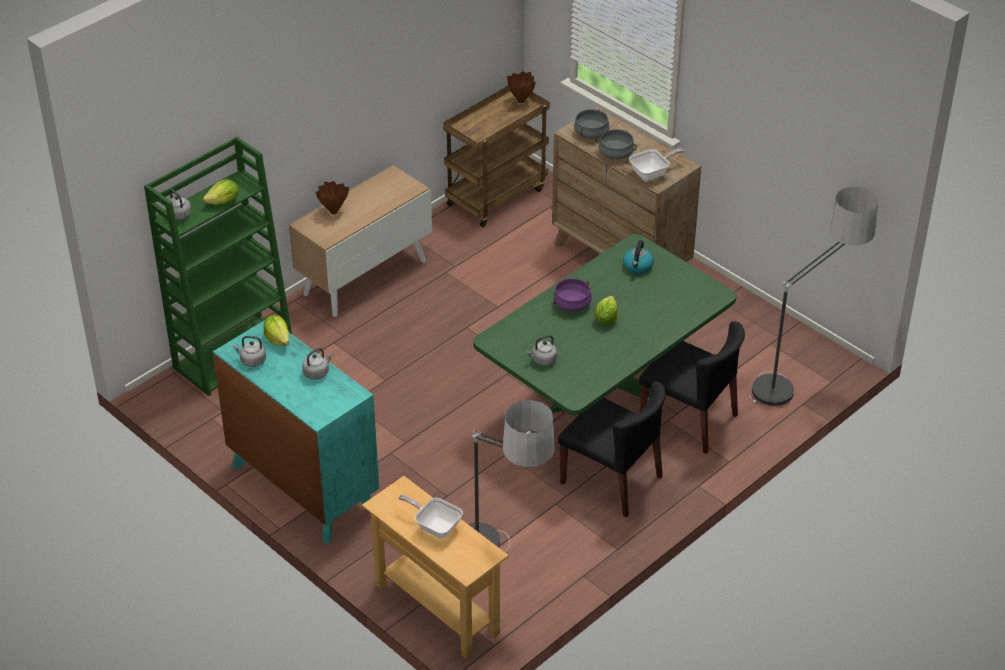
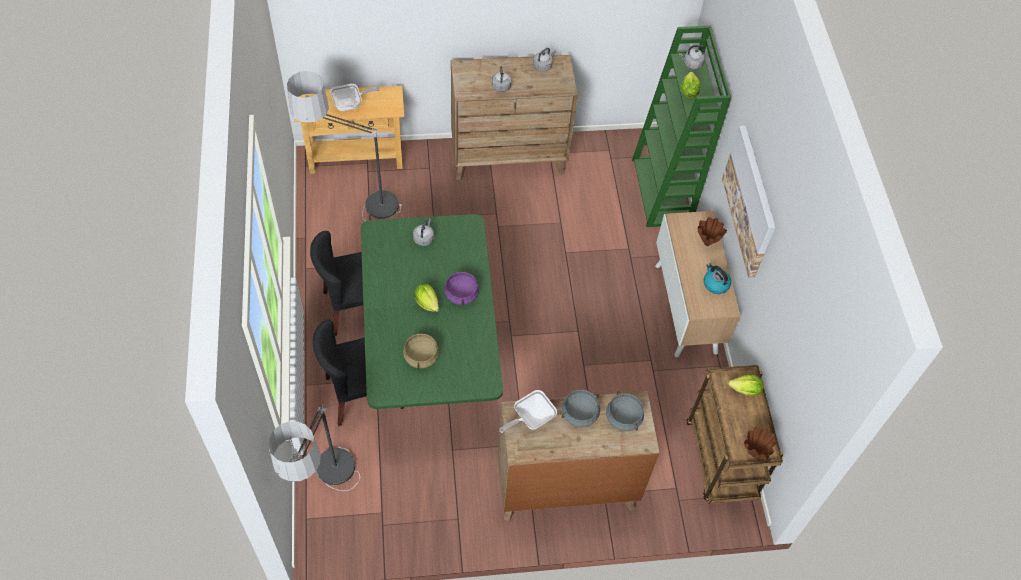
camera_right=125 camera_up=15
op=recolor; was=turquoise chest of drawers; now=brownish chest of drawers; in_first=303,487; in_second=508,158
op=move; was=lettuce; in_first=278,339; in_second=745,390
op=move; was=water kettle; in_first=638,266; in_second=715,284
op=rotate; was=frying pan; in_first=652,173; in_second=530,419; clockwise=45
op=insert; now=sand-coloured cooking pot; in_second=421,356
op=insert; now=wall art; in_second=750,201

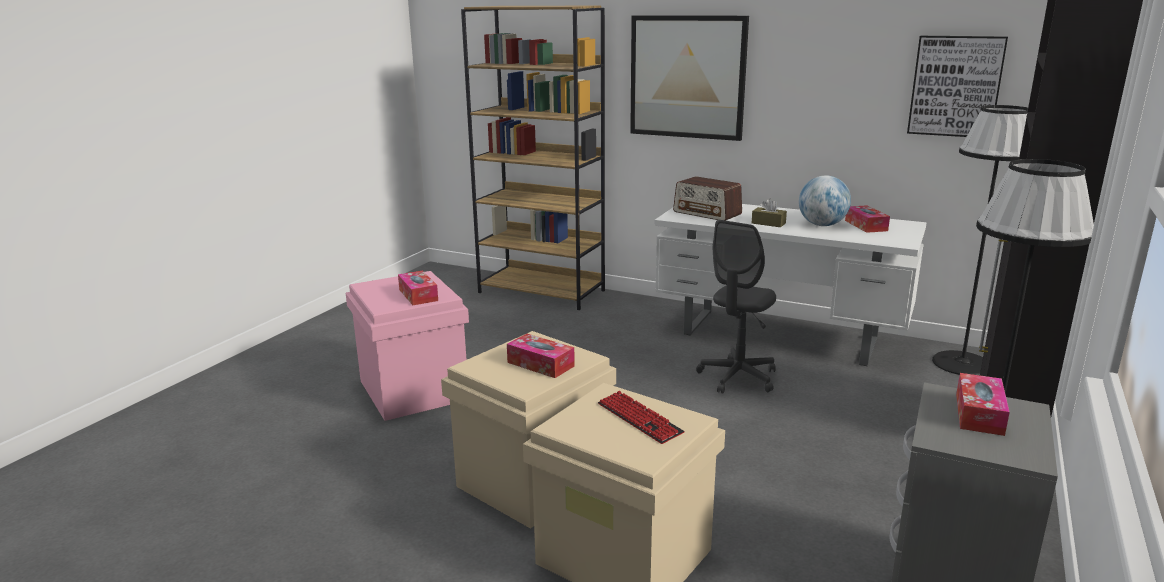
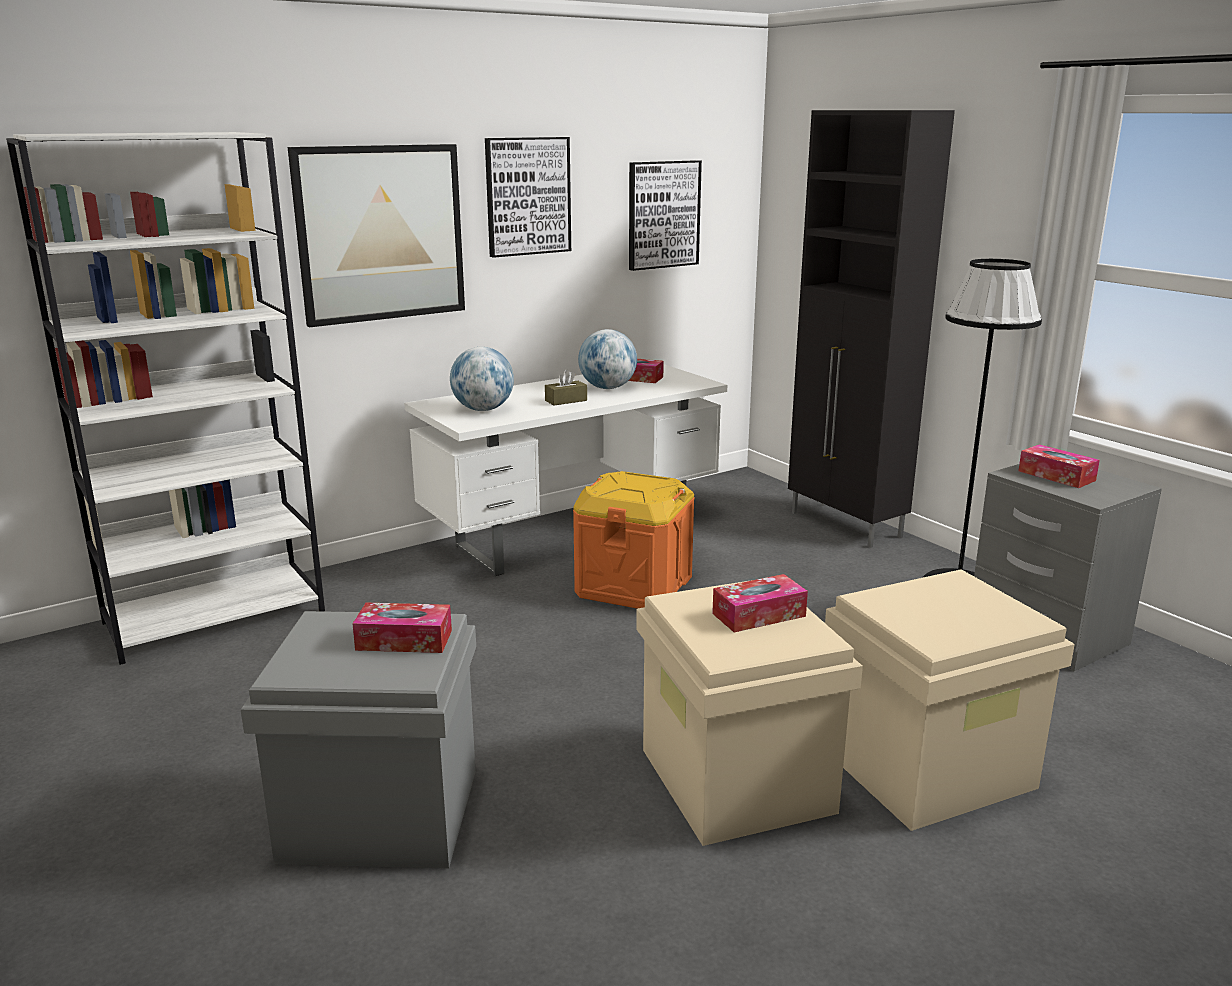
camera_right=-60 camera_up=0
op=recolor; was=pink storage container; now=greyish storage container; in_first=412,390; in_second=378,815
op=recolor; was=brownish bookcase; now=white bookcase; in_first=542,291; in_second=216,616
op=delete; was=computer keyboard; in_first=639,419
op=replace; was=radio; now=world globe; in_first=707,213; in_second=483,409
op=replace; was=greyish desk chair; now=orangey storage container; in_first=738,377; in_second=634,586
op=delete; was=black-coloured standing lamp; in_first=961,363
op=insert; now=wall art; in_second=527,196

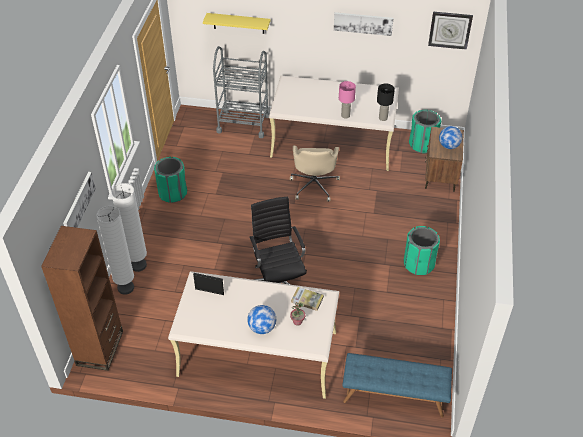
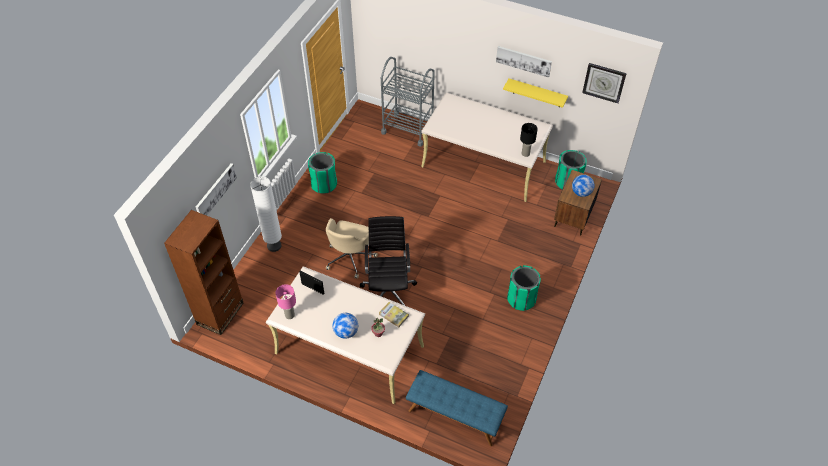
camera_right=15 camera_up=5
op=delete; was=white standing lamp; in_first=126,288
op=move; was=yellow bracket shelf; in_first=238,23; in_second=537,93
op=move; was=sand-coloured desk chair; in_first=314,185; in_second=350,257
op=move; was=pink tabletop lamp; in_first=345,115; in_second=290,315

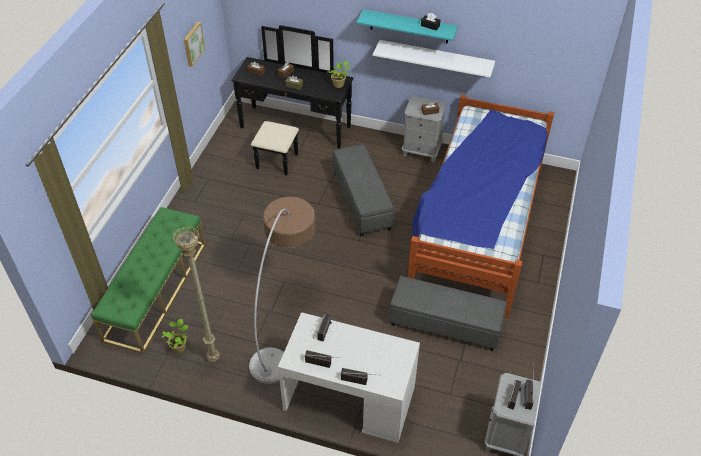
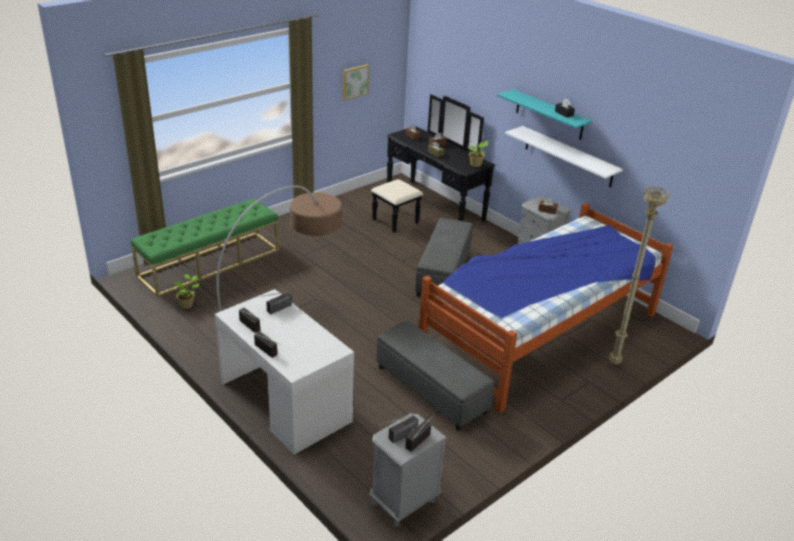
camera_right=30 camera_up=-15
op=move; was=sand-coloured standing lamp; in_first=213,358; in_second=614,362

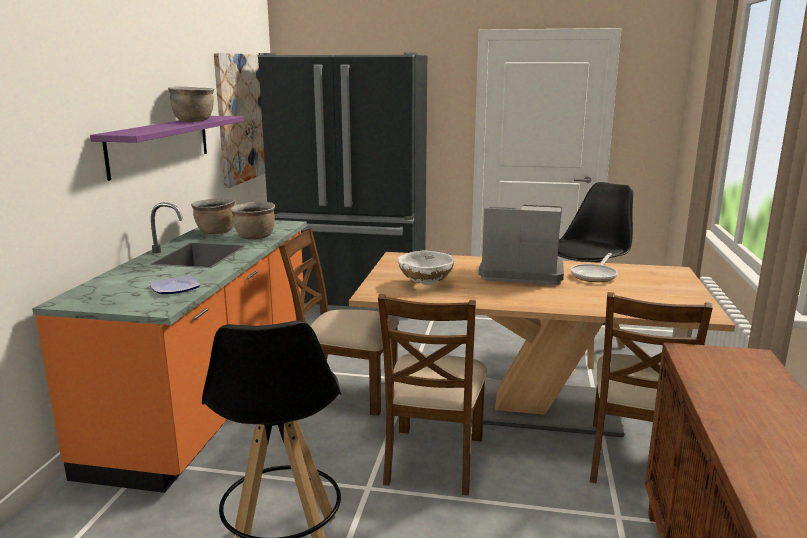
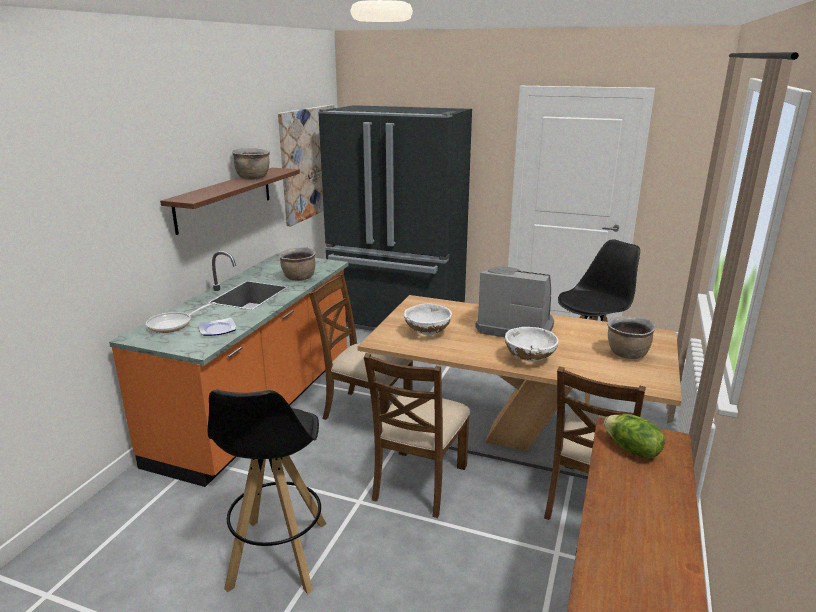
camera_right=10 camera_up=5
op=recolor; was=purplish bracket shelf; now=brownish bracket shelf; in_first=160,144; in_second=225,198
op=move; was=brownish cooking pot; in_first=215,232; in_second=627,354
op=move; was=frying pan; in_first=595,275; in_second=173,324
op=insert; now=white bowl; in_second=529,360
op=insert; now=lettuce; in_second=631,450

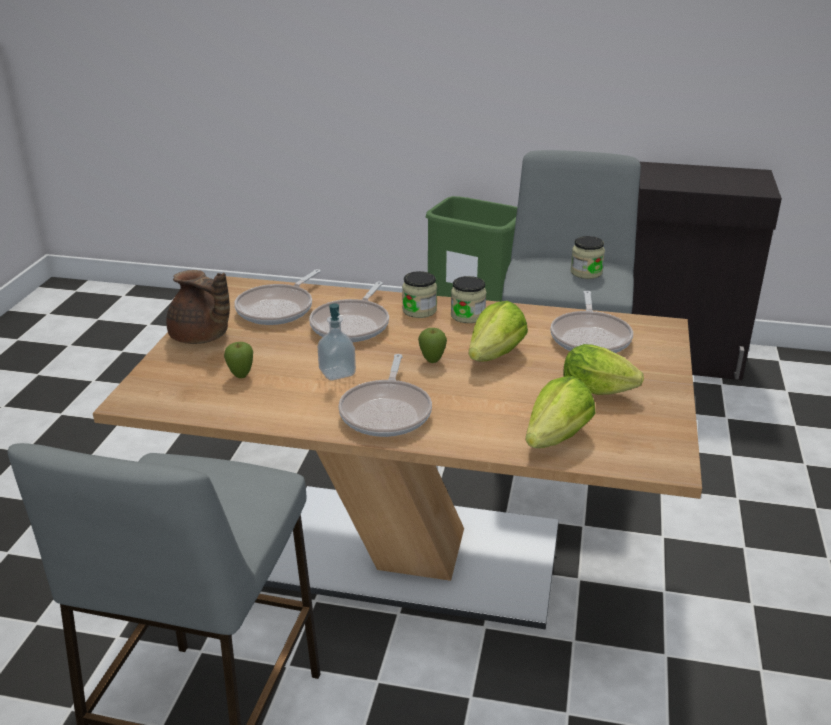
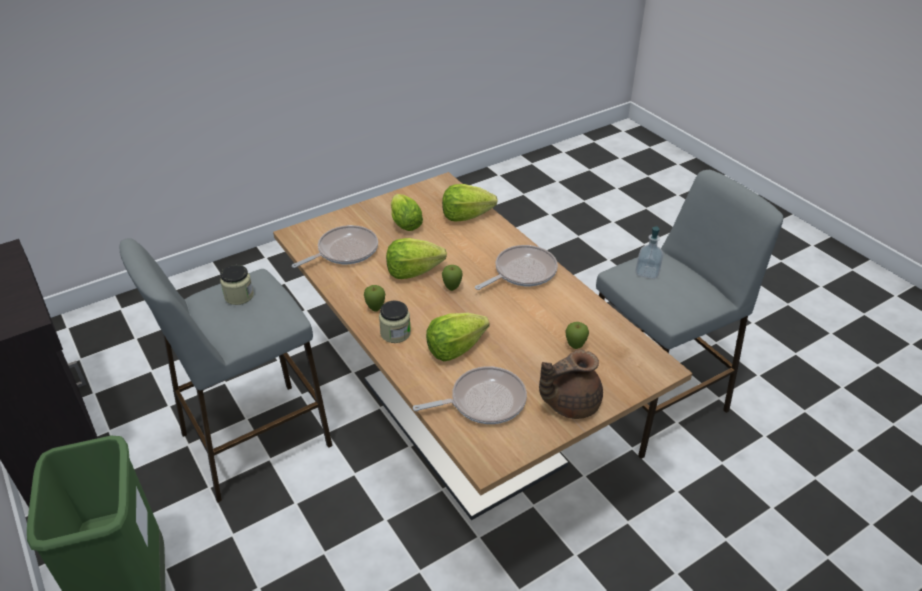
camera_right=-135 camera_up=10
op=rotate; was=brownish teapot; in_first=201,338; in_second=569,403; clockwise=-105
op=replace; was=frying pan; now=lettuce; in_first=352,325; in_second=455,348
op=move; was=soap bottle; in_first=337,372; in_second=647,272
op=replace; was=storage jar; now=whole apple; in_first=467,315; in_second=375,309

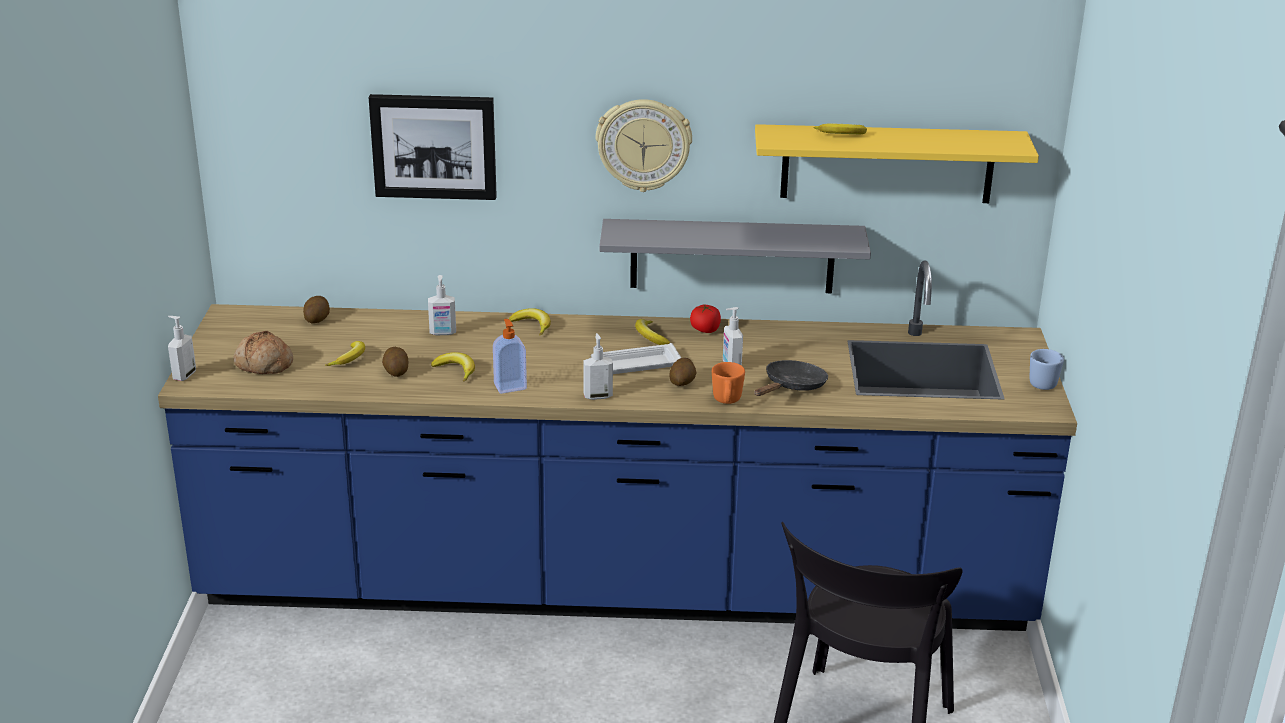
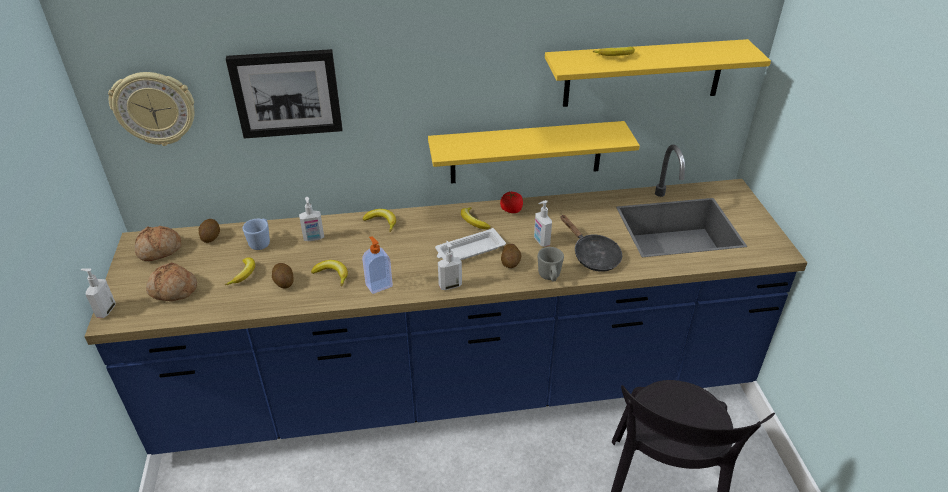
camera_right=-10 camera_up=10
op=move; was=wall clock; in_first=643,144; in_second=154,108
op=recolor; was=greyish bracket shelf; now=yellow bracket shelf; in_first=732,256; in_second=526,152
op=recolor; was=orangey tea mug; now=greyish tea mug; in_first=727,401; in_second=550,277
op=rotate; was=black-coloured frying pan; in_first=792,387; in_second=593,256; clockwise=120
op=move; was=bluish tea mug; in_first=1043,382; in_second=261,242
op=insert; now=bread; in_second=159,250

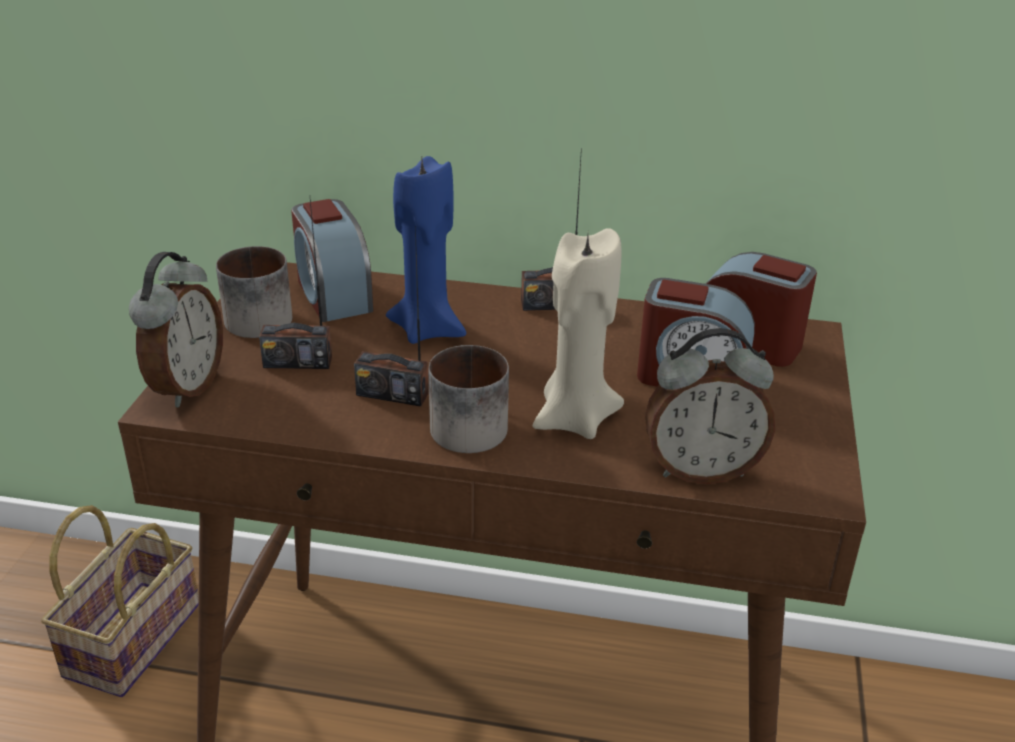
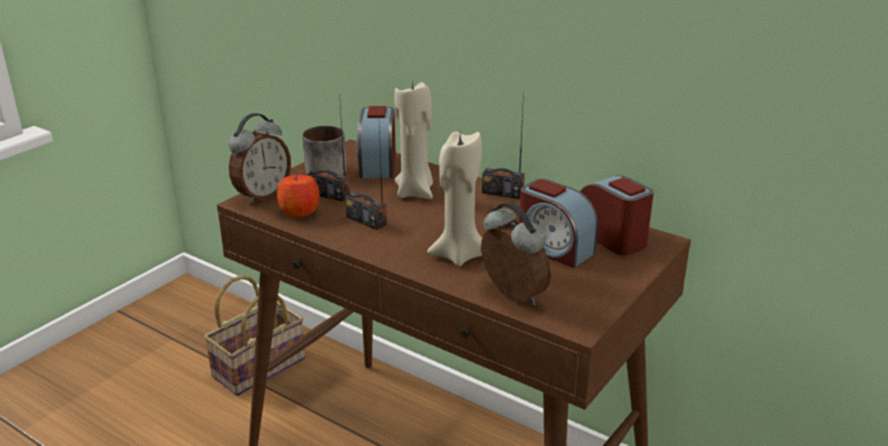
camera_right=25 camera_up=-5
op=recolor; was=bluish wax candle; now=sand-coloured wax candle; in_first=427,329; in_second=415,192
op=delete; was=tea mug; in_first=465,423
op=rotate; was=alarm clock; in_first=701,470; in_second=511,297; clockwise=-150
op=insert; now=whole apple; in_second=299,212

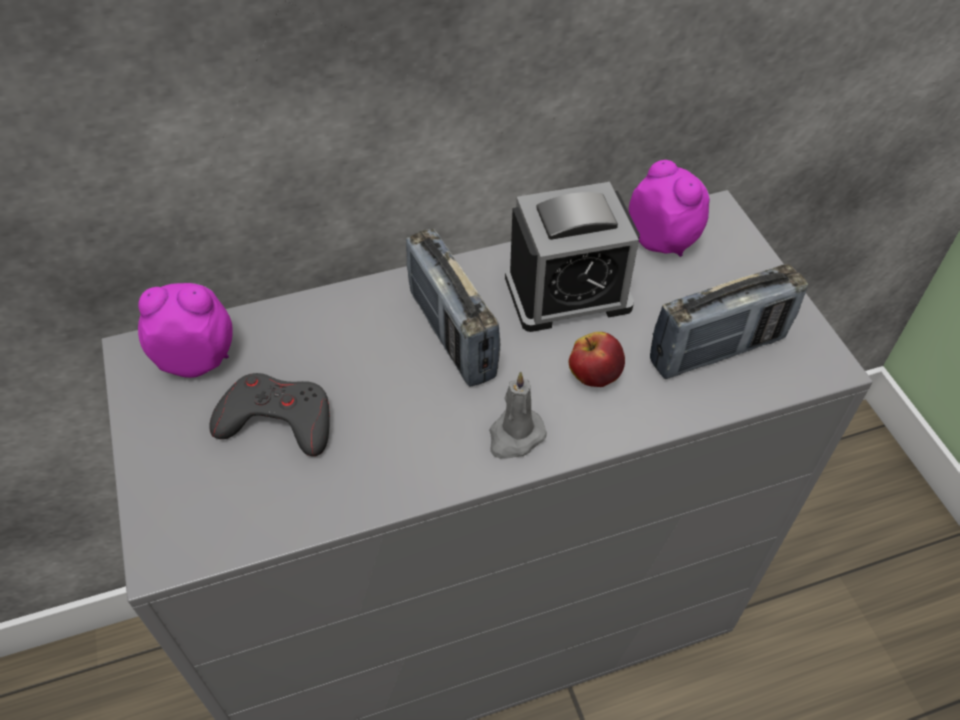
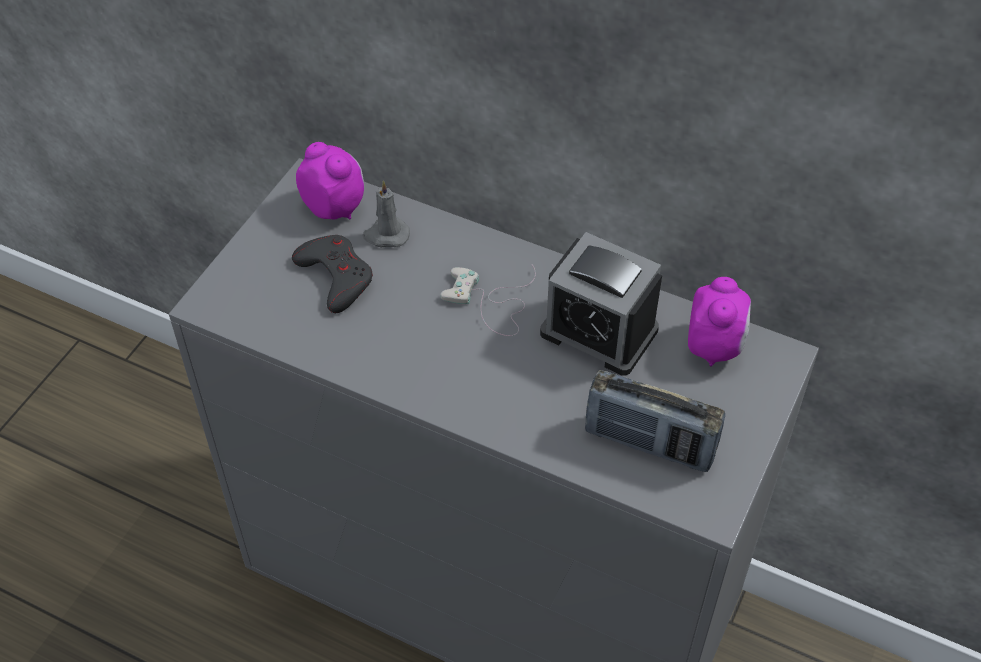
camera_right=45 camera_up=0
op=replace; was=radio; now=white gamepad; in_first=452,335; in_second=491,302
op=move; was=greyish wax candle; in_first=515,436; in_second=386,235
op=delete; was=whole apple; in_first=594,376

